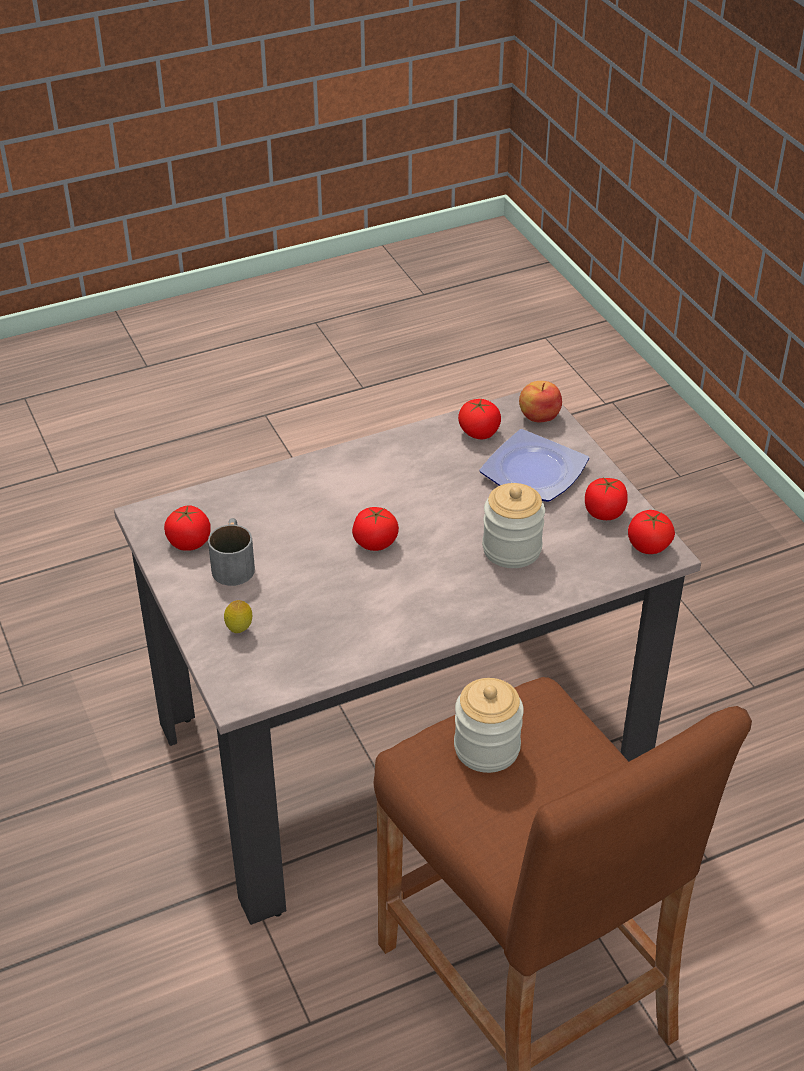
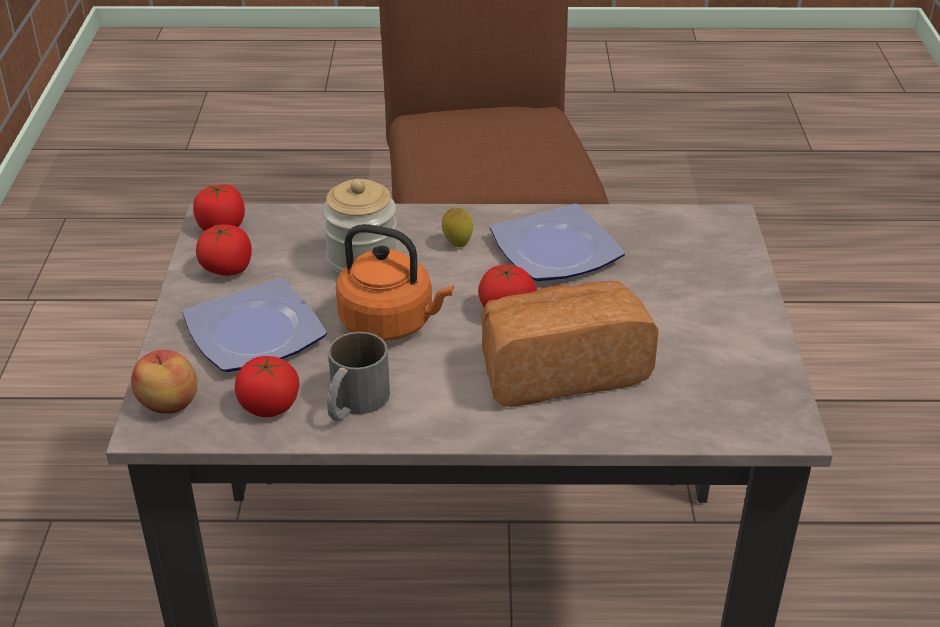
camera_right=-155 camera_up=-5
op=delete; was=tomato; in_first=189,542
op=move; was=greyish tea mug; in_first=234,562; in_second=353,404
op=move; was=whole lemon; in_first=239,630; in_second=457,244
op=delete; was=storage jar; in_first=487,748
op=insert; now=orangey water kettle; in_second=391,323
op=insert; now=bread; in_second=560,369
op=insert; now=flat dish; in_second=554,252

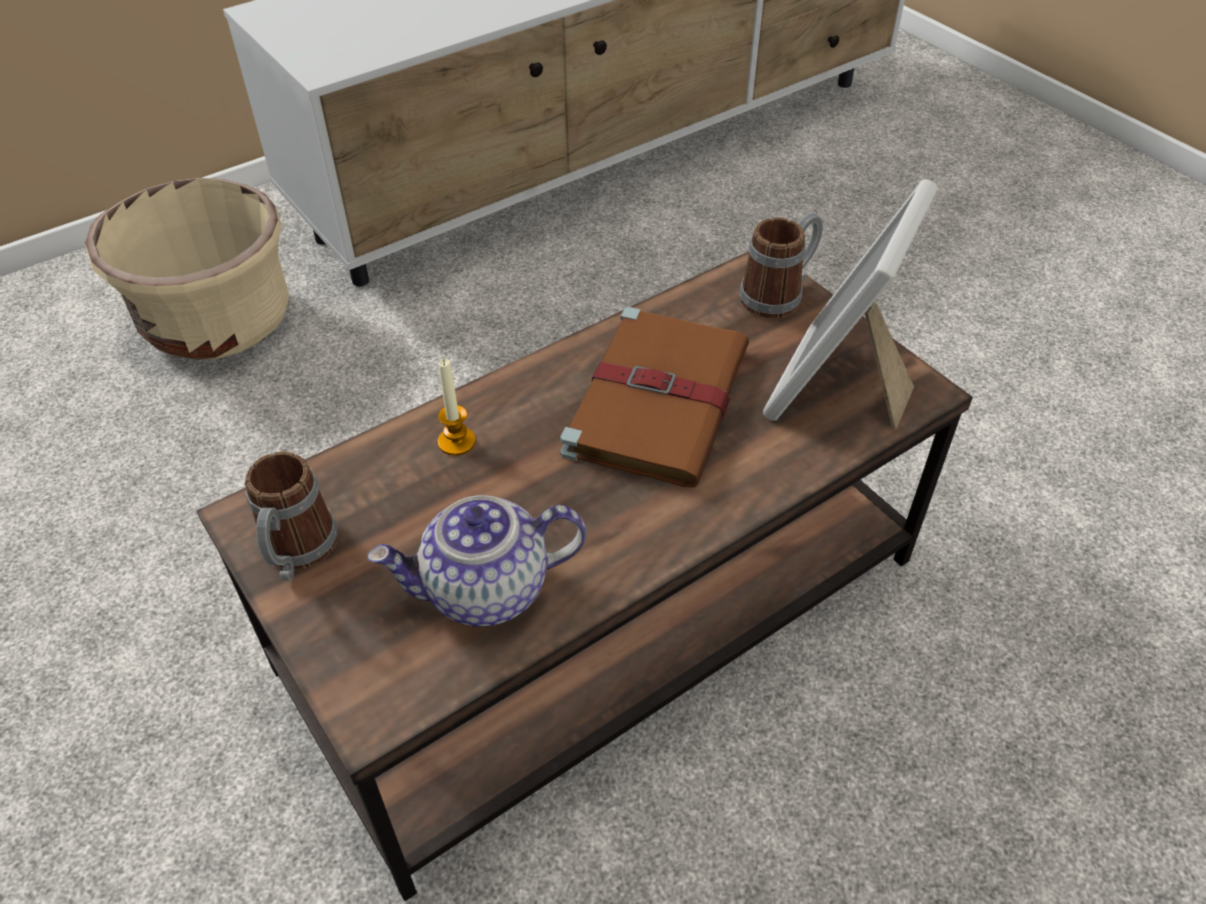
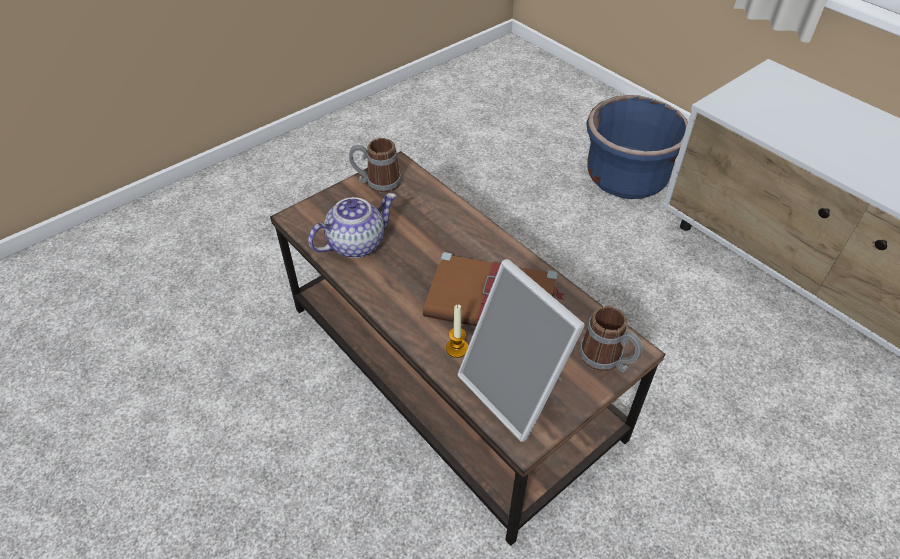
camera_right=85 camera_up=0
op=recolor; was=sand-coloured plant pot; now=bluish plant pot; in_first=217,322; in_second=626,177
op=rotate; was=teapot; in_first=485,591; in_second=356,243; clockwise=75
op=move; was=wax candle; in_first=456,442; in_second=457,348
op=rotate; was=standing frame; in_first=839,389; in_second=516,390; clockwise=-150

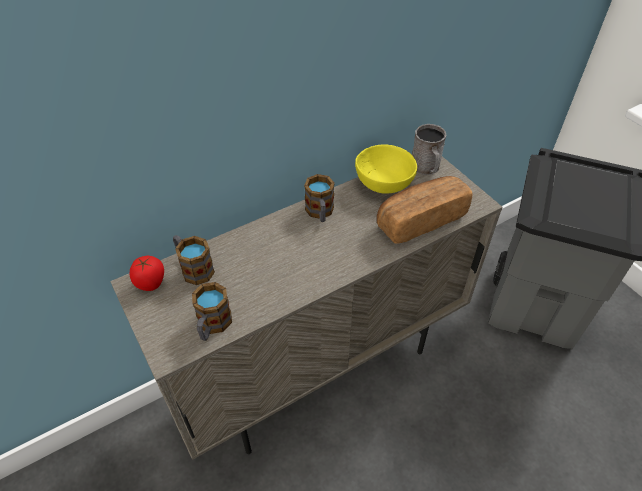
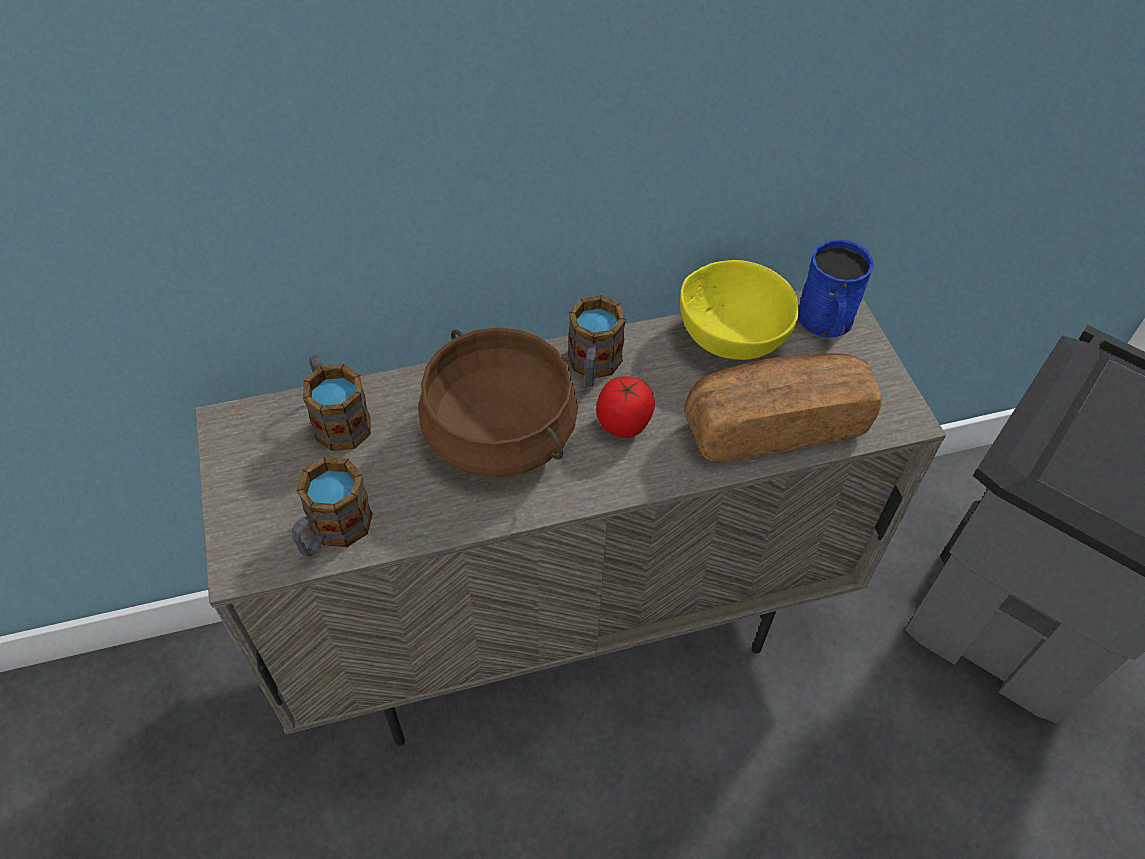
camera_right=15 camera_up=5
op=move; was=tomato; in_first=151,283; in_second=624,424
op=recolor; was=greyish tea mug; now=bluish tea mug; in_first=426,168; in_second=826,323
op=insert; now=brownish cooking pot; in_second=501,432

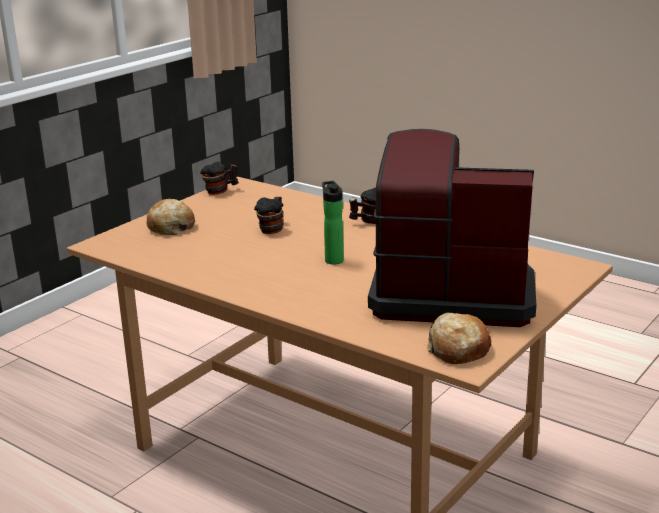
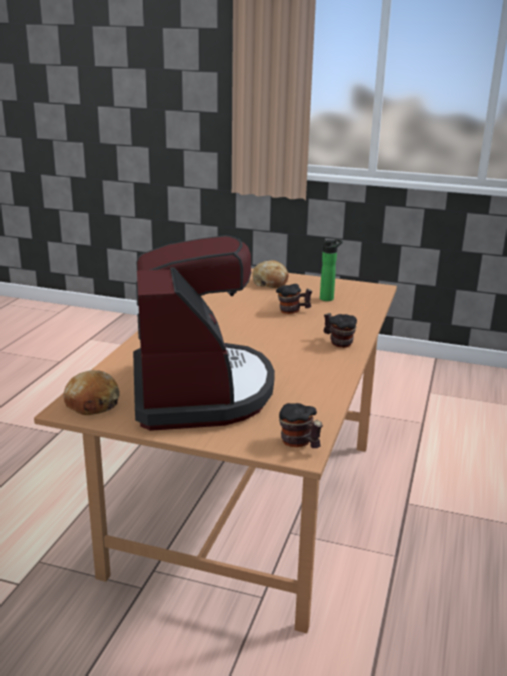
camera_right=70 camera_up=0
op=move; was=tea mug; in_first=220,191; in_second=299,444
op=move; was=bottle; in_first=333,259; in_second=328,298

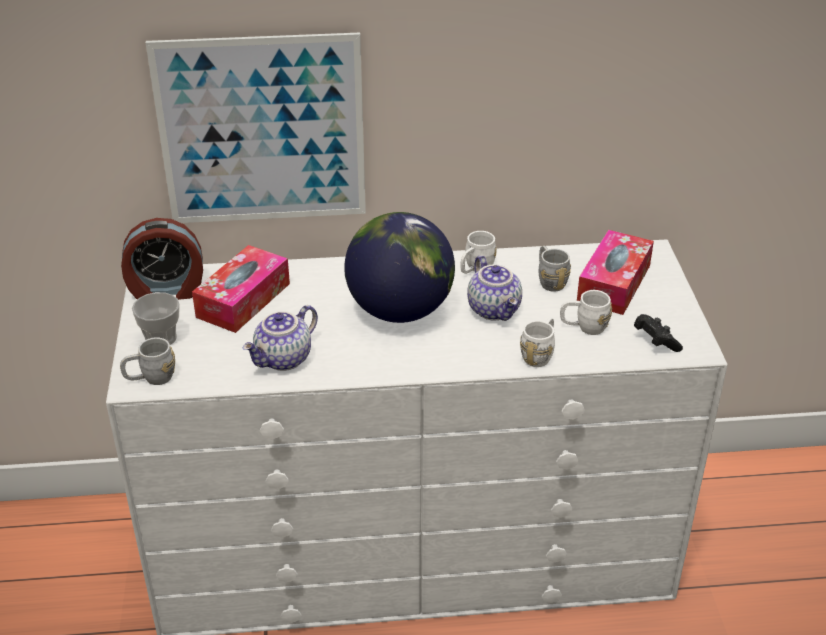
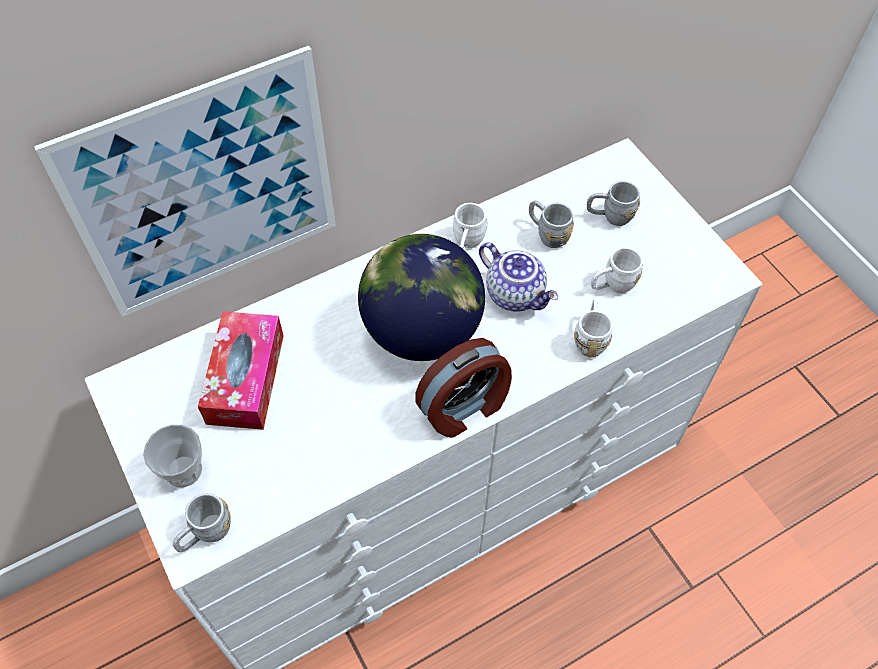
camera_right=-25 camera_up=20
op=move; was=alarm clock; in_first=166,290; in_second=465,407
op=delete; was=teapot; in_first=284,359
op=replace; was=tissue holder; now=greyish tea mug; in_first=613,283; in_second=610,216
op=delete; was=black-coloured gamepad; in_first=655,341

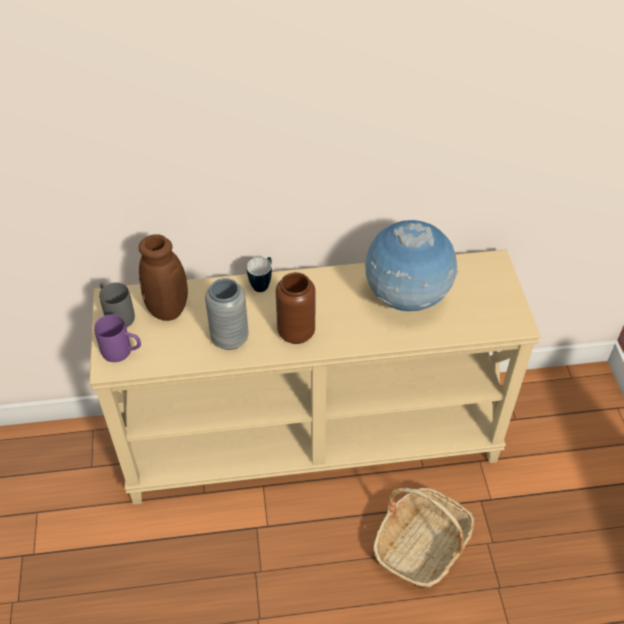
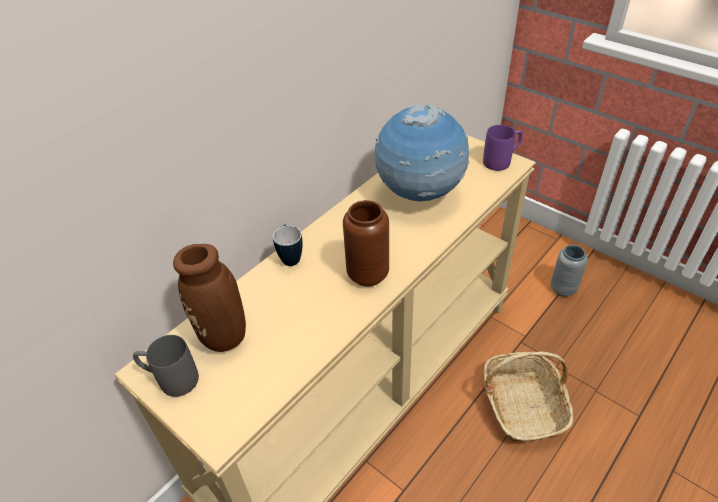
camera_right=-40 camera_up=-5
op=move; was=purplish tea mug; in_first=123,352; in_second=502,161
op=move; was=greyish vase; in_first=230,339; in_second=563,289

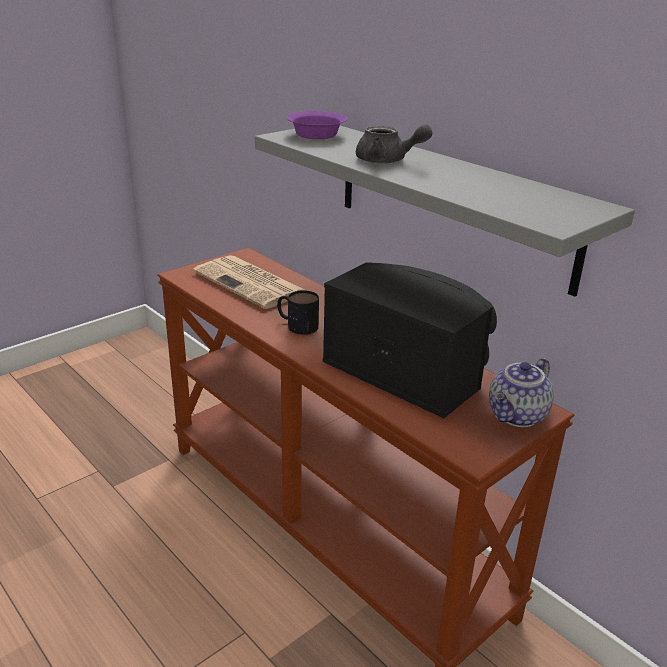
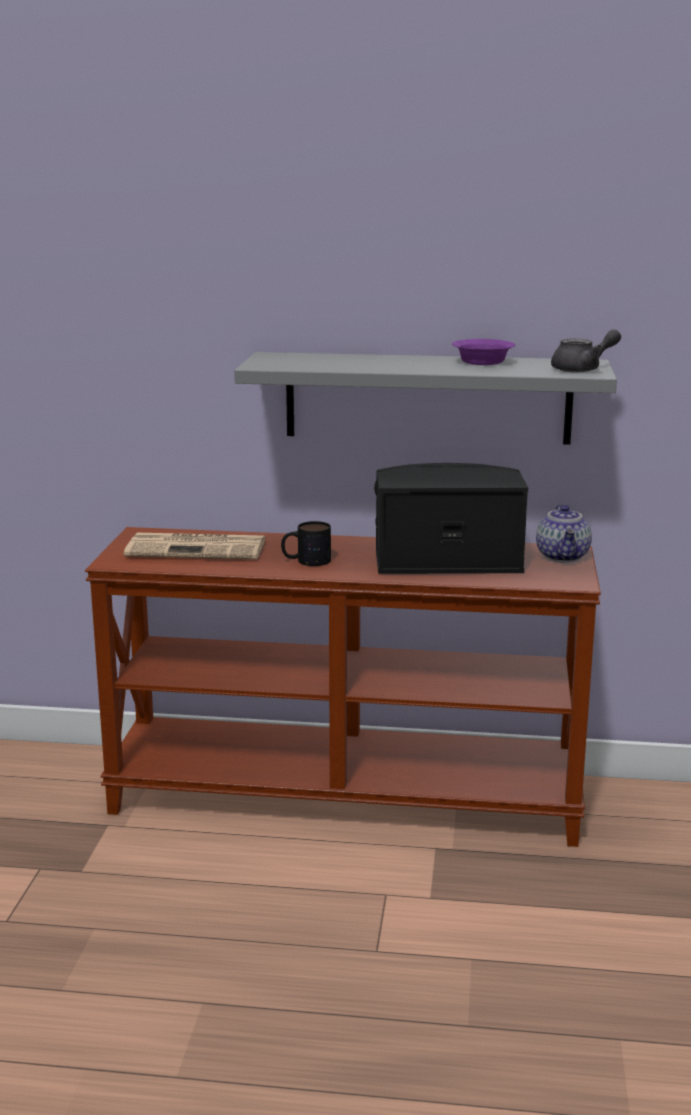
camera_right=-40 camera_up=-10
op=move; was=purplish bowl; in_first=316,136; in_second=483,362
op=move; was=greyish teapot; in_first=387,161; in_second=583,369

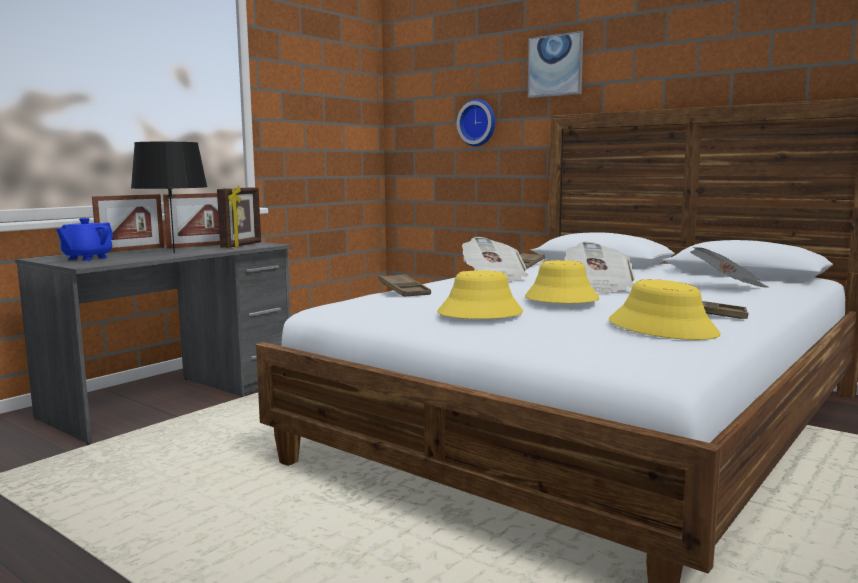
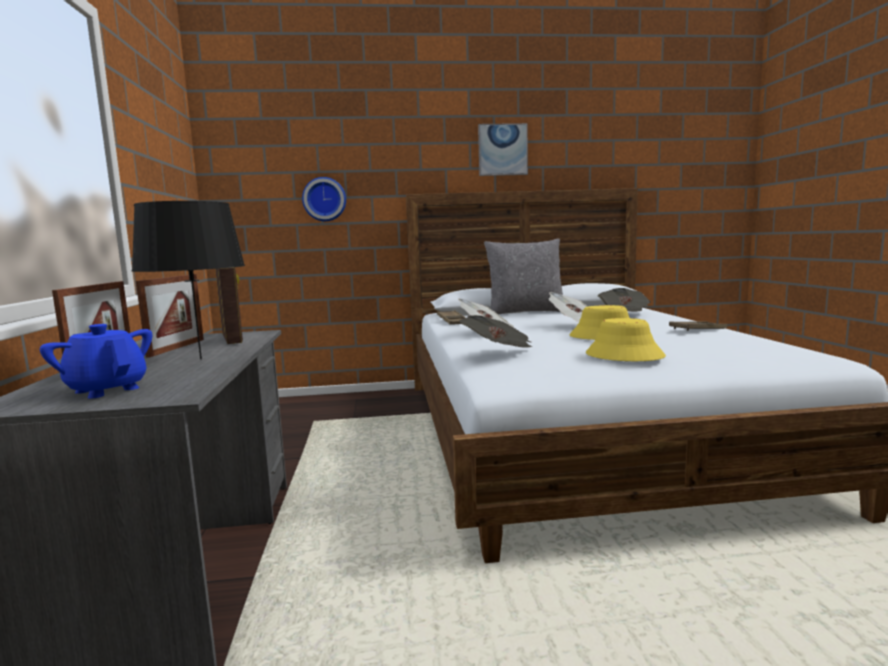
camera_right=-45 camera_up=0
op=rotate; was=bluish teapot; in_first=87,258; in_second=107,389; clockwise=150
op=replace; was=brownish serving tray; now=daily paper; in_first=404,291; in_second=499,352
op=move; was=wall art; in_first=555,65; in_second=502,150
op=delete; was=yellow clothing hat; in_first=662,328
op=insert; now=greyish throw pillow; in_second=525,312

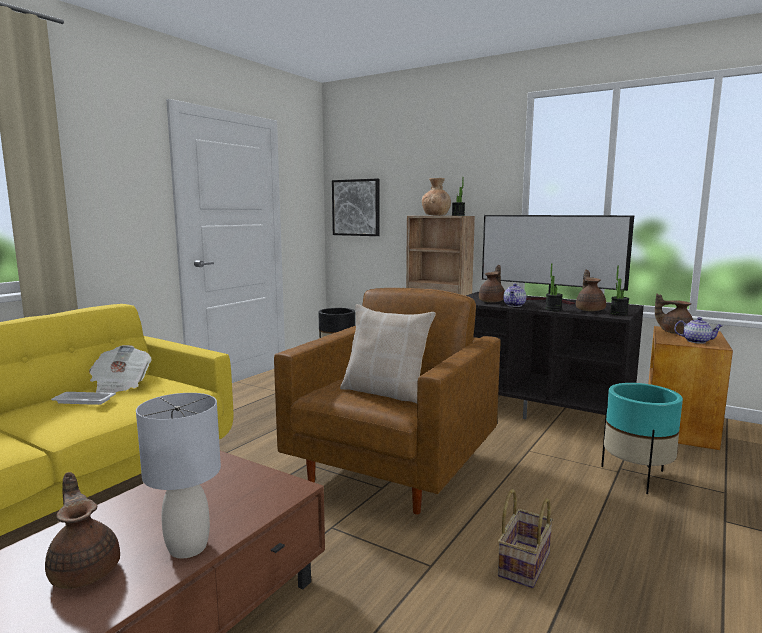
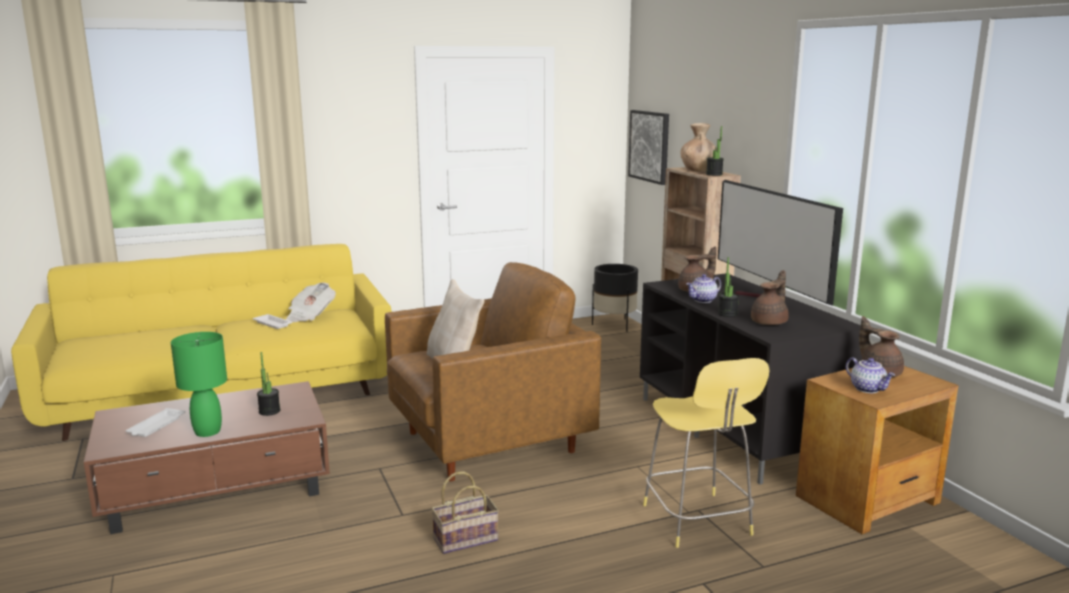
camera_right=35 camera_up=5
op=replace; was=brownish teapot; now=white serving tray; in_first=85,570; in_second=155,426
op=recolor; was=greyish tabletop lamp; now=greenish tabletop lamp; in_first=188,547; in_second=208,432
op=replace; was=turquoise plant pot; now=yellow stool seat; in_first=636,476; in_second=698,522
op=move; was=houseplant; in_first=618,314; in_second=269,411

